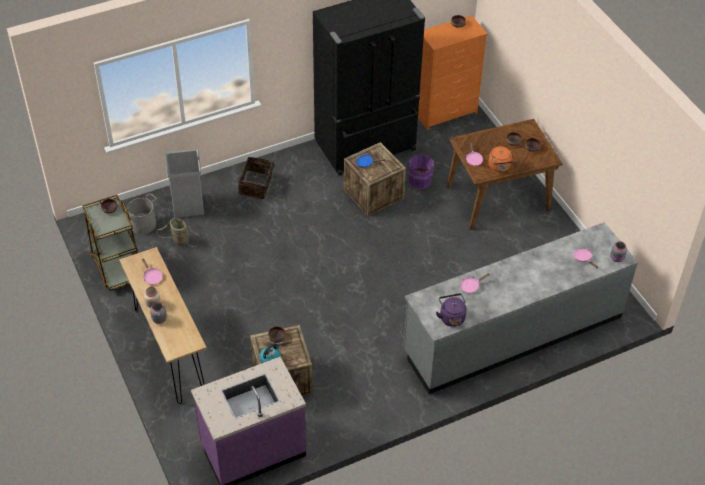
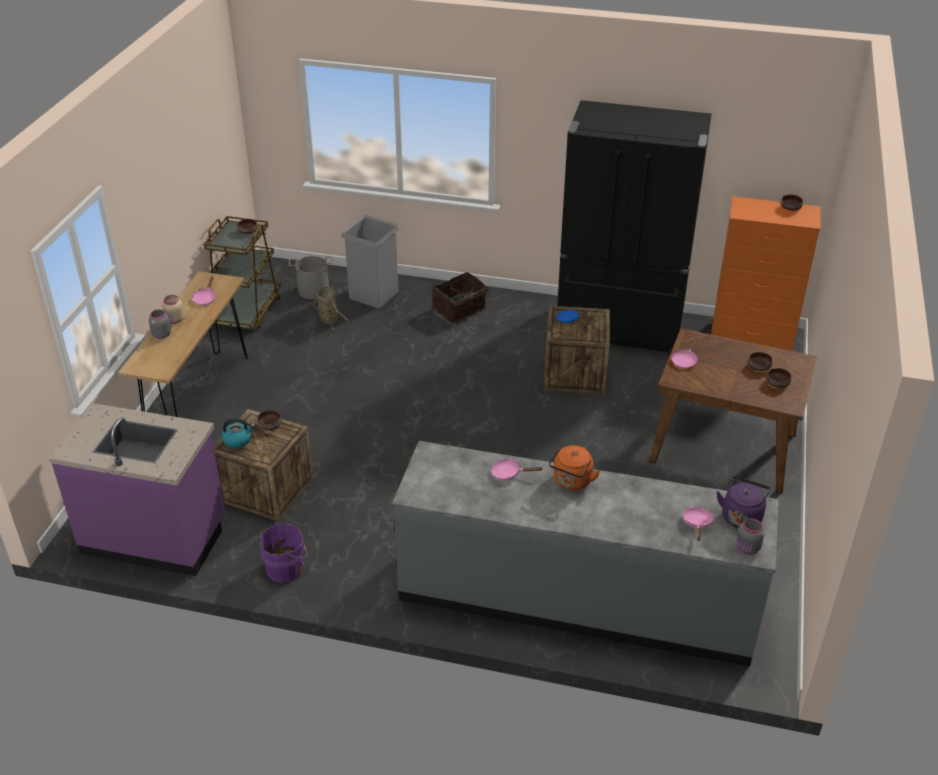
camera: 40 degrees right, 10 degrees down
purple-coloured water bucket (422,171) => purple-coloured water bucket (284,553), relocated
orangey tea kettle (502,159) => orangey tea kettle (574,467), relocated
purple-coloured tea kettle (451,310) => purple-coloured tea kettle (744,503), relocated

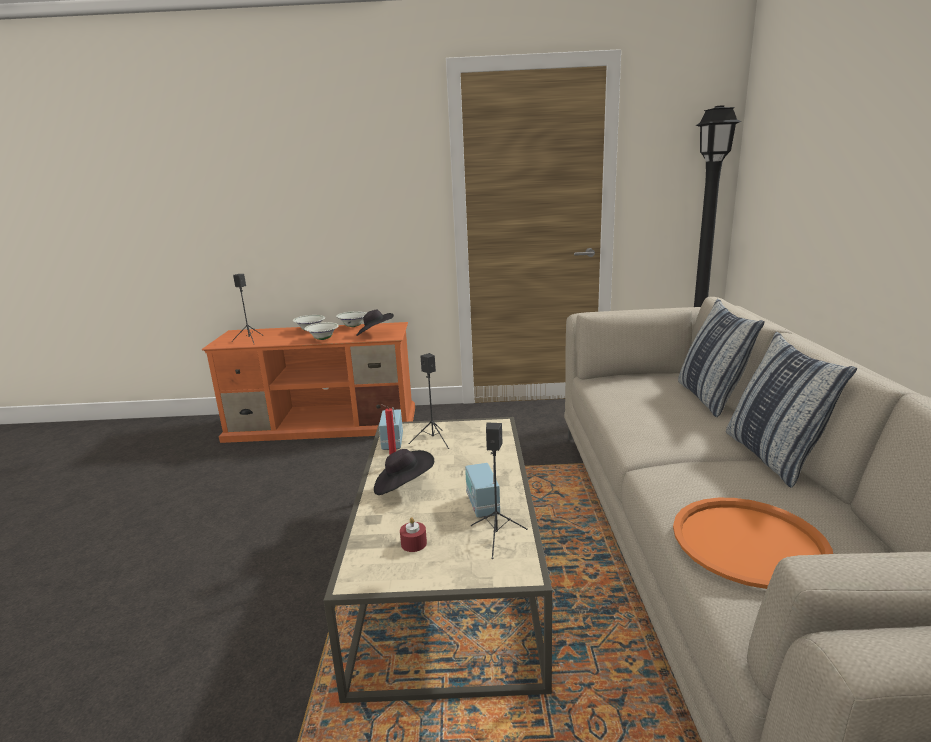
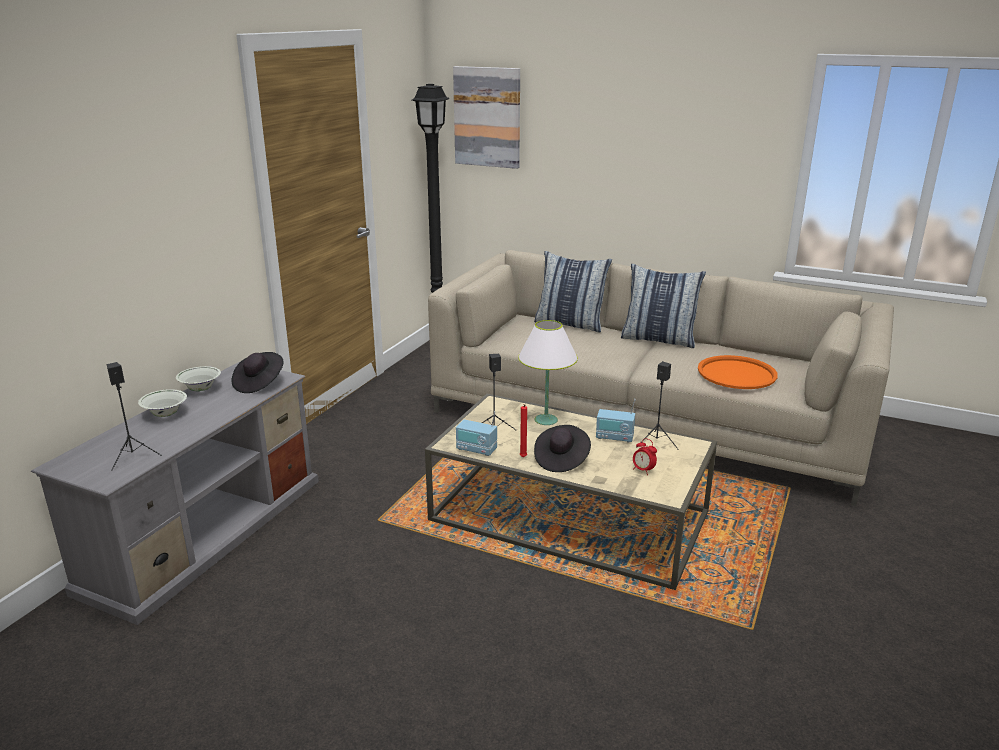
camera: 65 degrees left, 5 degrees up
orangey media console (308,382) => greyish media console (175,493)
nothing => wall picture (486,117)
nothing => white-coloured tabletop lamp (548,372)
red wax candle (413,534) => table clock (645,456)
white-coloured serving bowl (321,331) => nothing

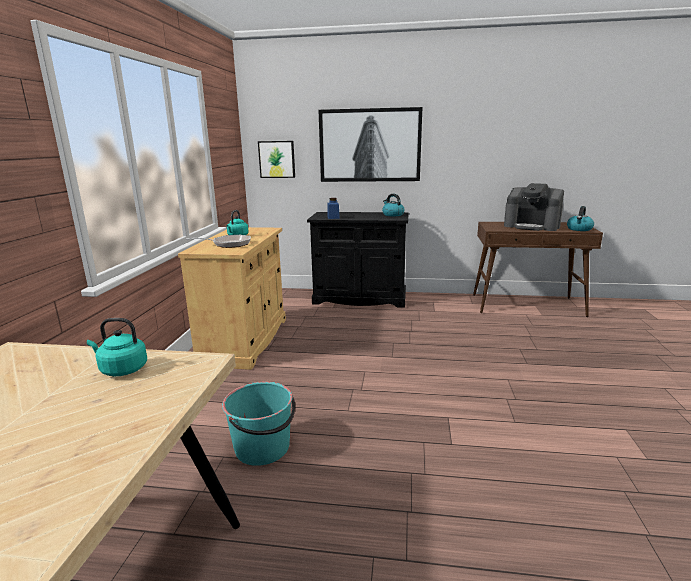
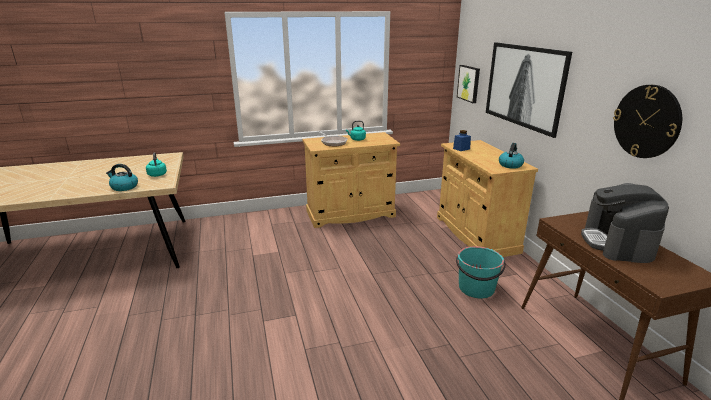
camera: 65 degrees right, 5 degrees up
tea kettle (580,218) => tea kettle (122,177), relocated
black cupboard (357,260) => sand-coloured cupboard (487,198)
turquoise-coloured water bucket (258,424) => turquoise-coloured water bucket (481,272), relocated
nothing => clock on the wall (647,121)

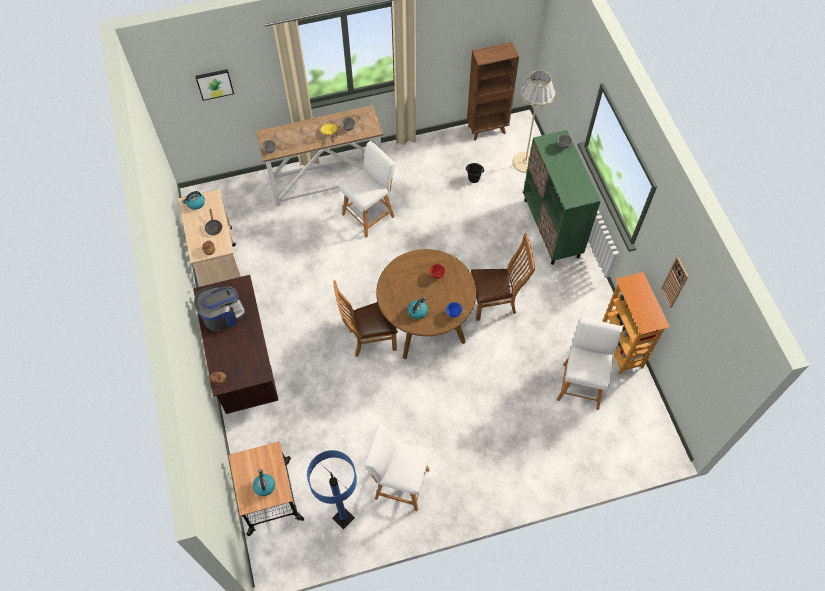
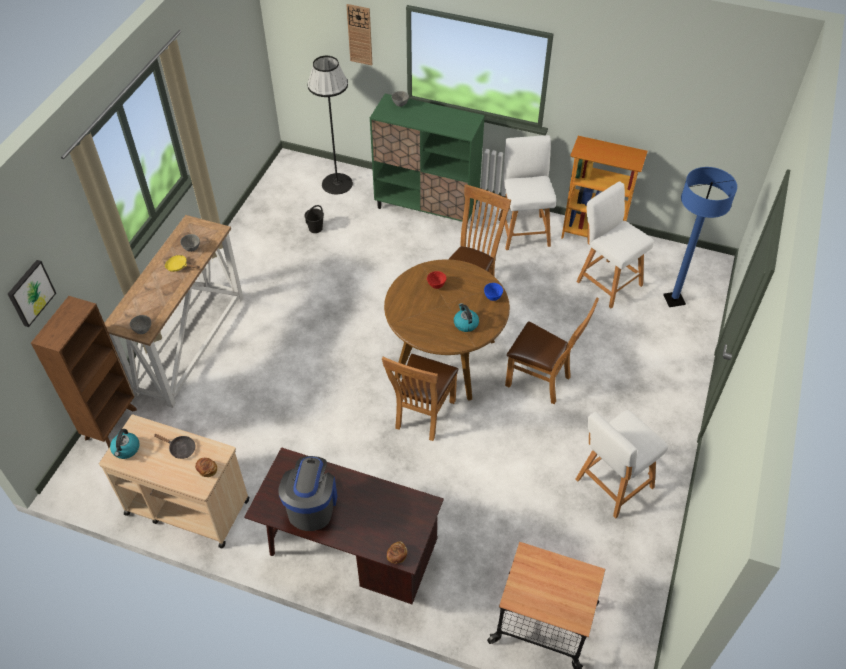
camera: 55 degrees left, 10 degrees down
brownish shelving unit (493,91) => brownish shelving unit (84,372), relocated
sand-coloured standard lamp (533,121) => black standard lamp (330,125)
clock on the wall (675,282) => clock on the wall (359,34), relocated
white-coloured sitting stool (367,189) => white-coloured sitting stool (527,192), relocated
nothing => brownish chair (552,351)
blue standard lamp (332,490) => blue standard lamp (700,237), relocated
tea kettle (264,482) => nothing

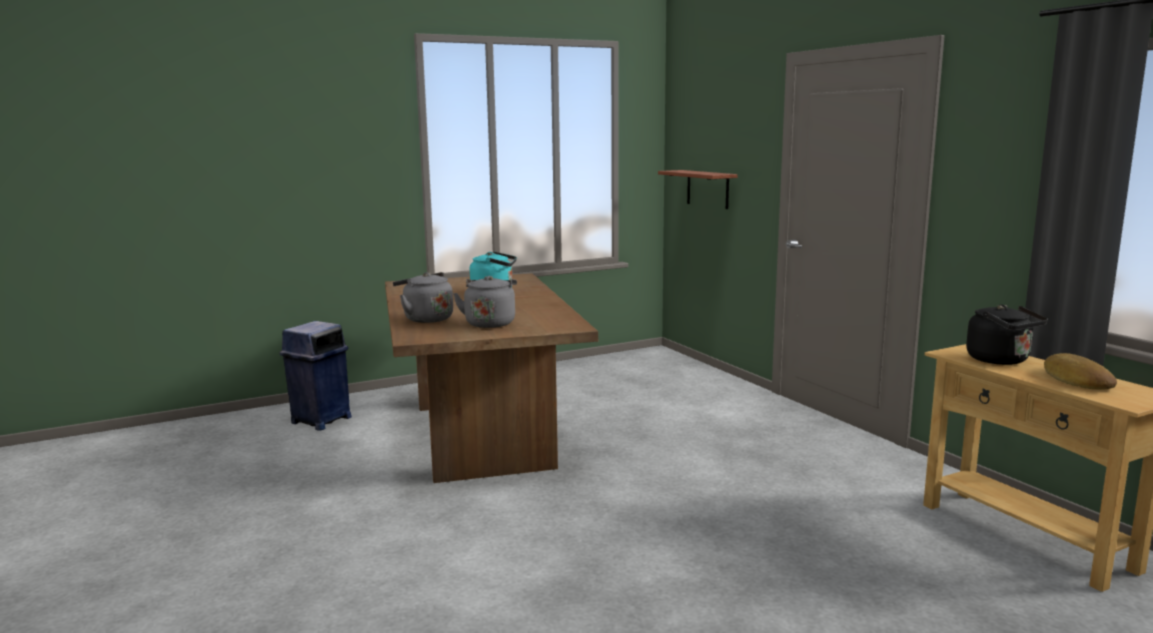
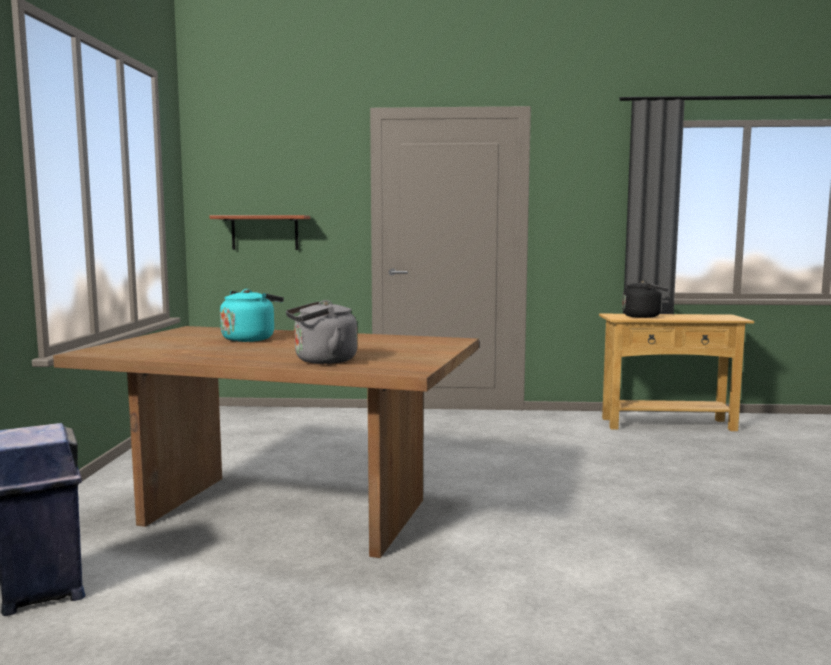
camera: 60 degrees left, 5 degrees down
greyish tea kettle (485,302) => nothing
bakery bread (1080,371) => nothing

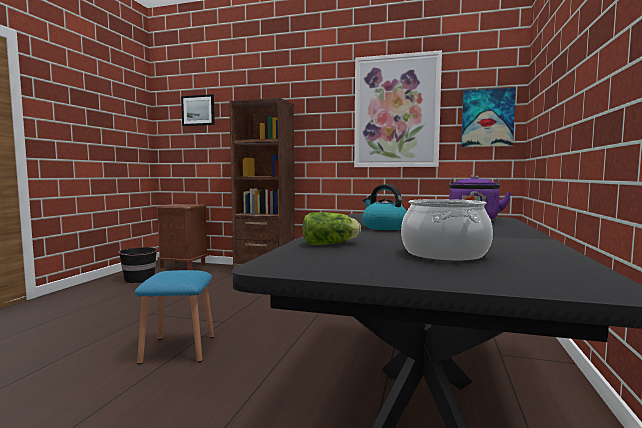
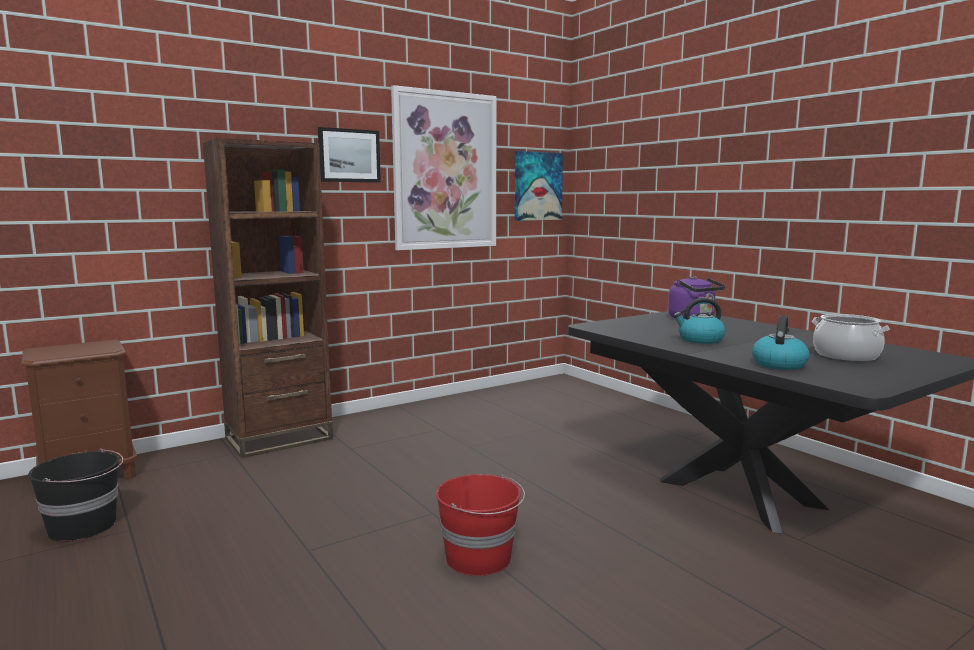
camera: 50 degrees left, 5 degrees up
wall picture (198,110) => wall picture (349,155), relocated
blue sitting stool (174,317) => red water bucket (480,525)
head of lettuce (332,228) => tea kettle (780,342)

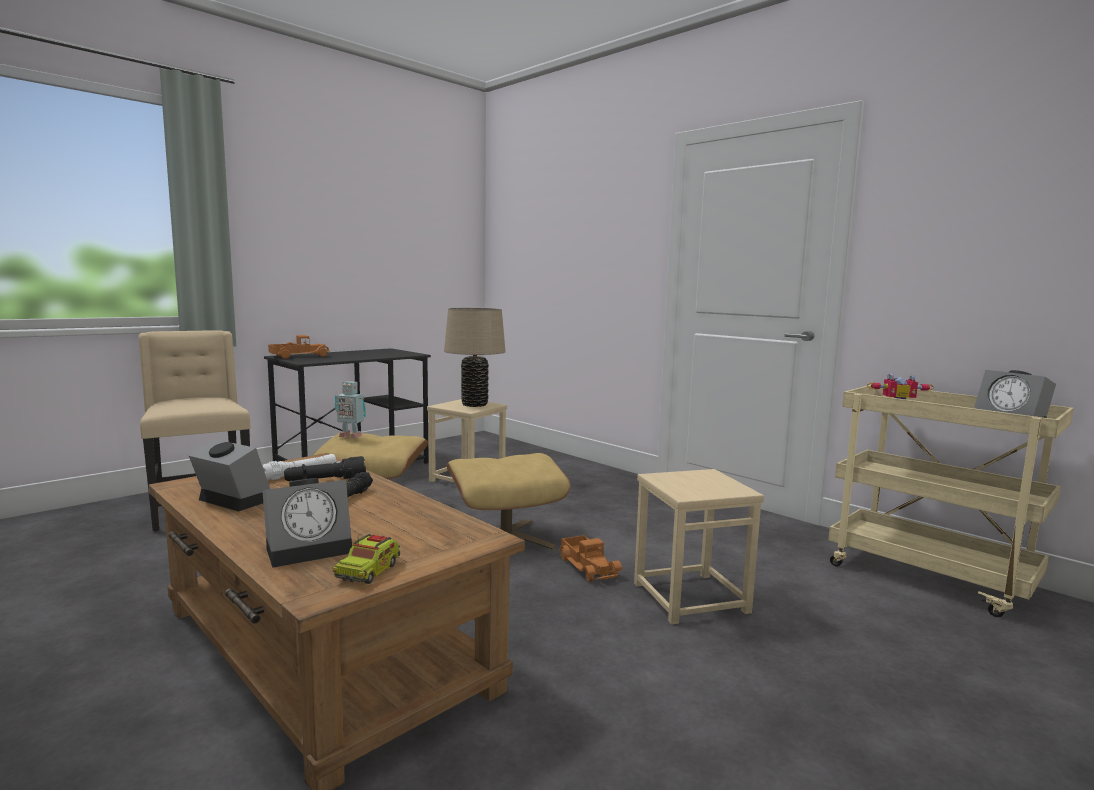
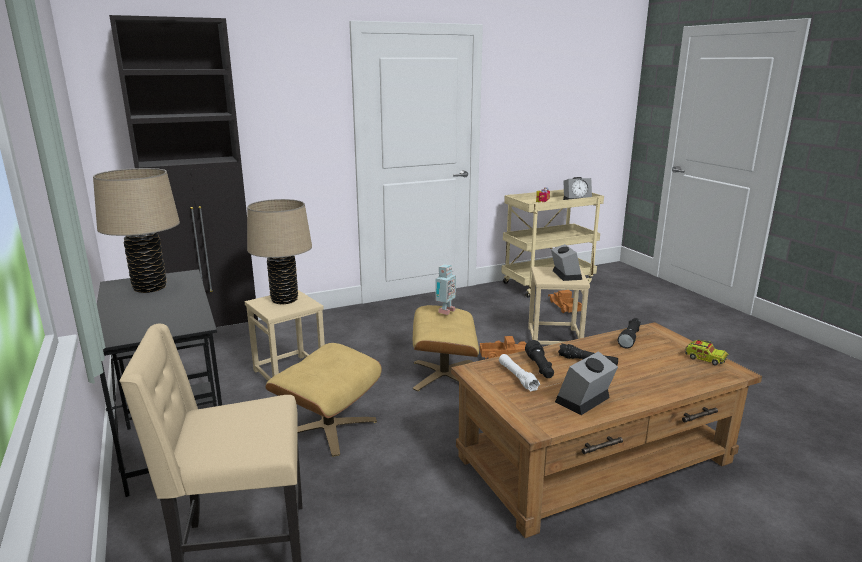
camera: 70 degrees left, 10 degrees up
nothing => sand-coloured tabletop lamp (136,230)
nothing => black cupboard (183,176)
toy robot (350,410) => toy robot (445,289), relocated
model truck (299,347) => model truck (565,301), relocated
table clock (307,523) => table clock (566,262), relocated
nothing => black torch (629,333)

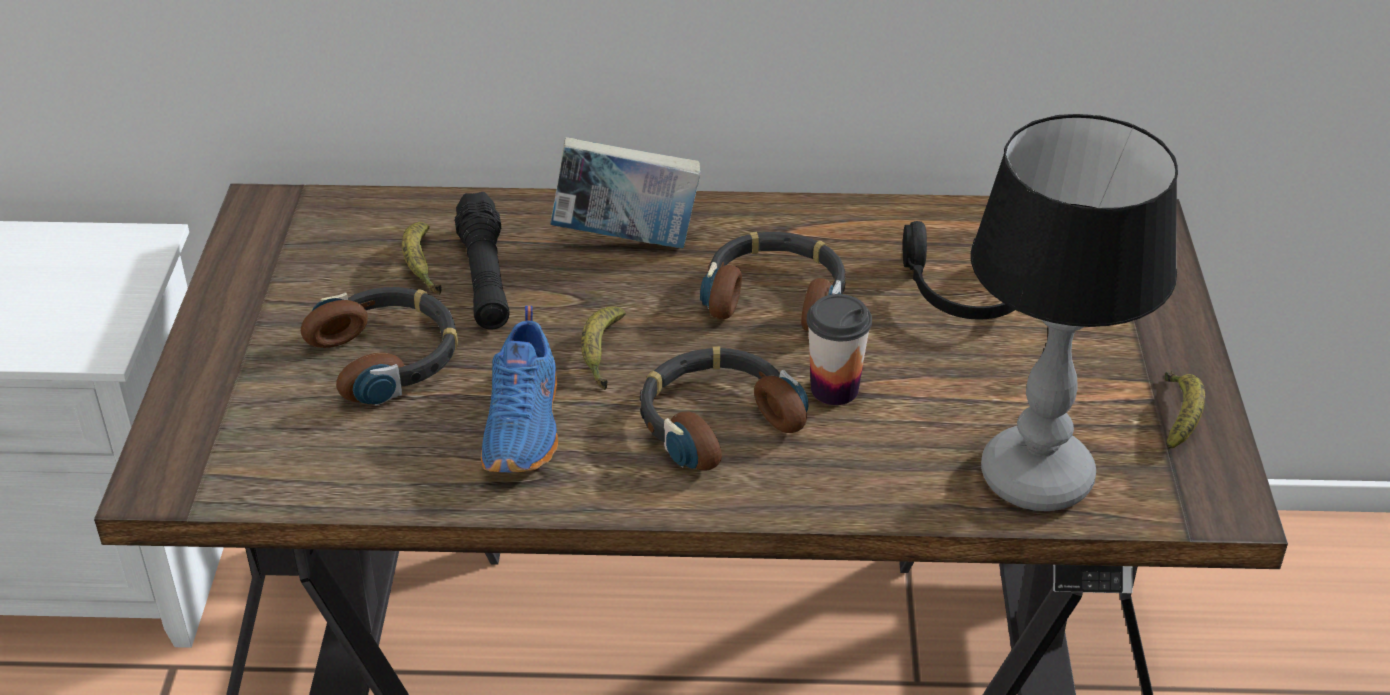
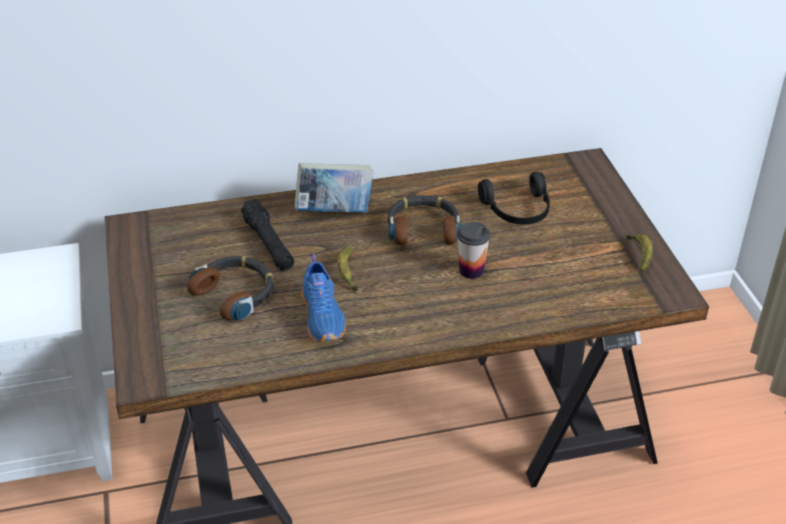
camera: 15 degrees left, 0 degrees up
whole banana (422,258) => nothing
headphones (724,408) => nothing
tabletop lamp (1074,312) => nothing

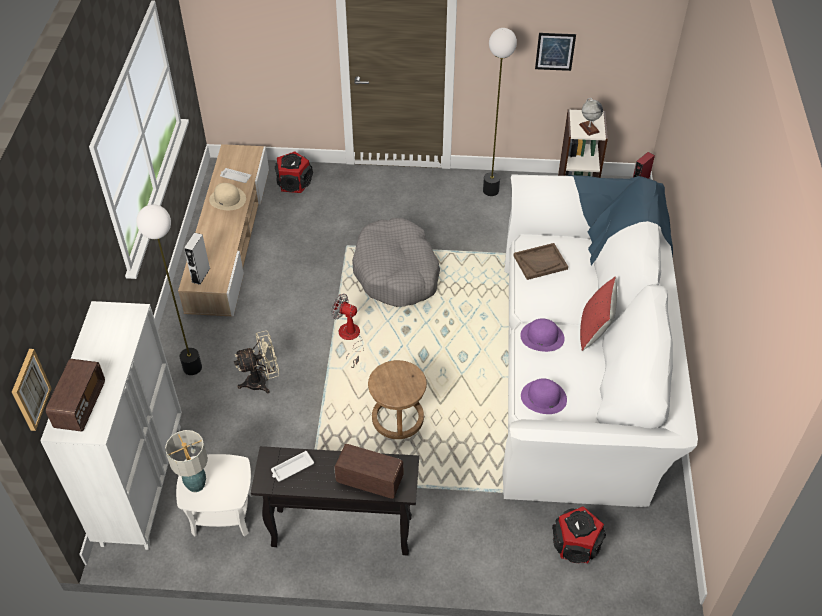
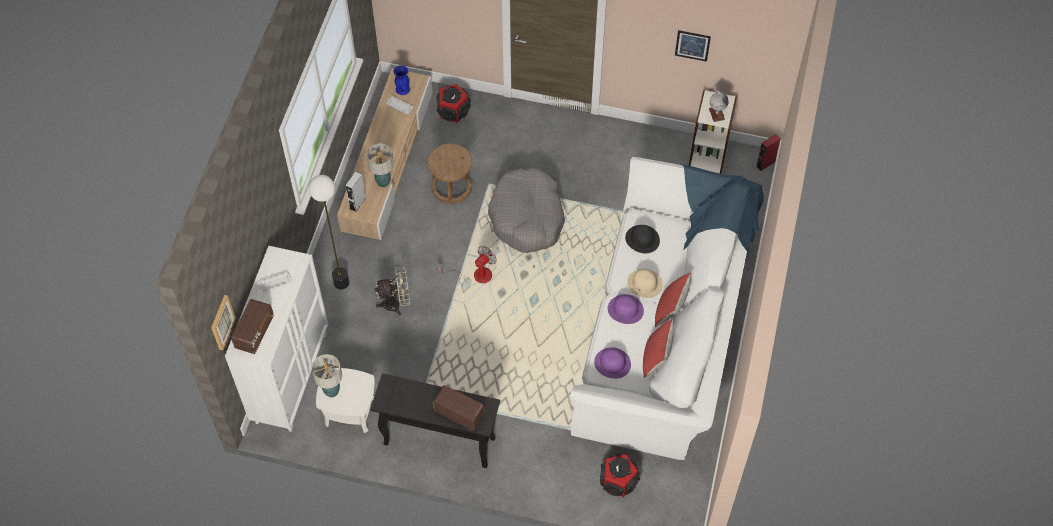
camera: 10 degrees right, 10 degrees up
white-coloured serving tray (292,466) => white-coloured serving tray (275,281), relocated
nothing => tabletop lamp (380,165)
nothing => blue flower vase (402,80)
brownish sitting stool (397,399) => brownish sitting stool (450,174), relocated
electric fan (347,331) => electric fan (467,265), 90 degrees clockwise
brownish serving tray (540,261) => black hat (642,239)
sand-coloured hat (227,196) => sand-coloured hat (645,283), relocated
nothing => red pillow (658,348)
standard lamp (500,112) => nothing

